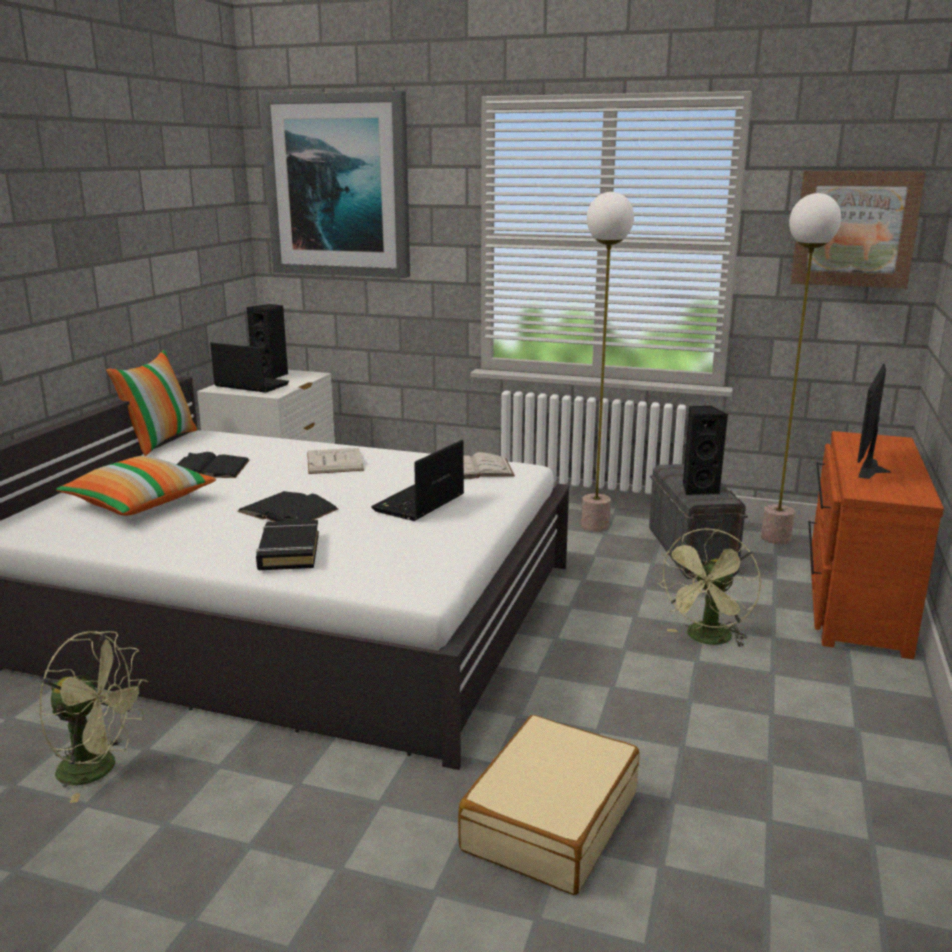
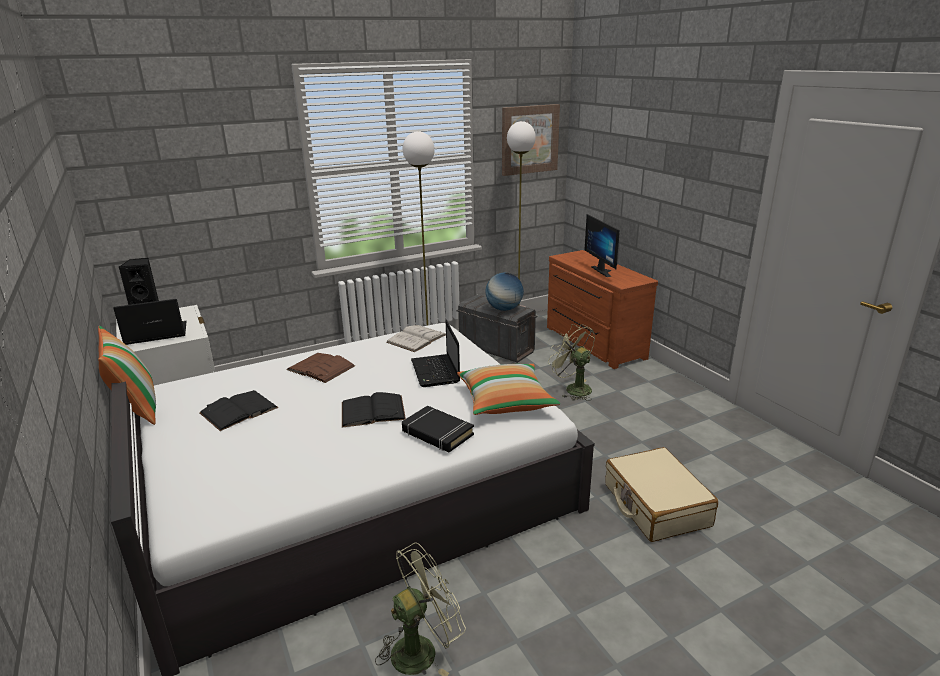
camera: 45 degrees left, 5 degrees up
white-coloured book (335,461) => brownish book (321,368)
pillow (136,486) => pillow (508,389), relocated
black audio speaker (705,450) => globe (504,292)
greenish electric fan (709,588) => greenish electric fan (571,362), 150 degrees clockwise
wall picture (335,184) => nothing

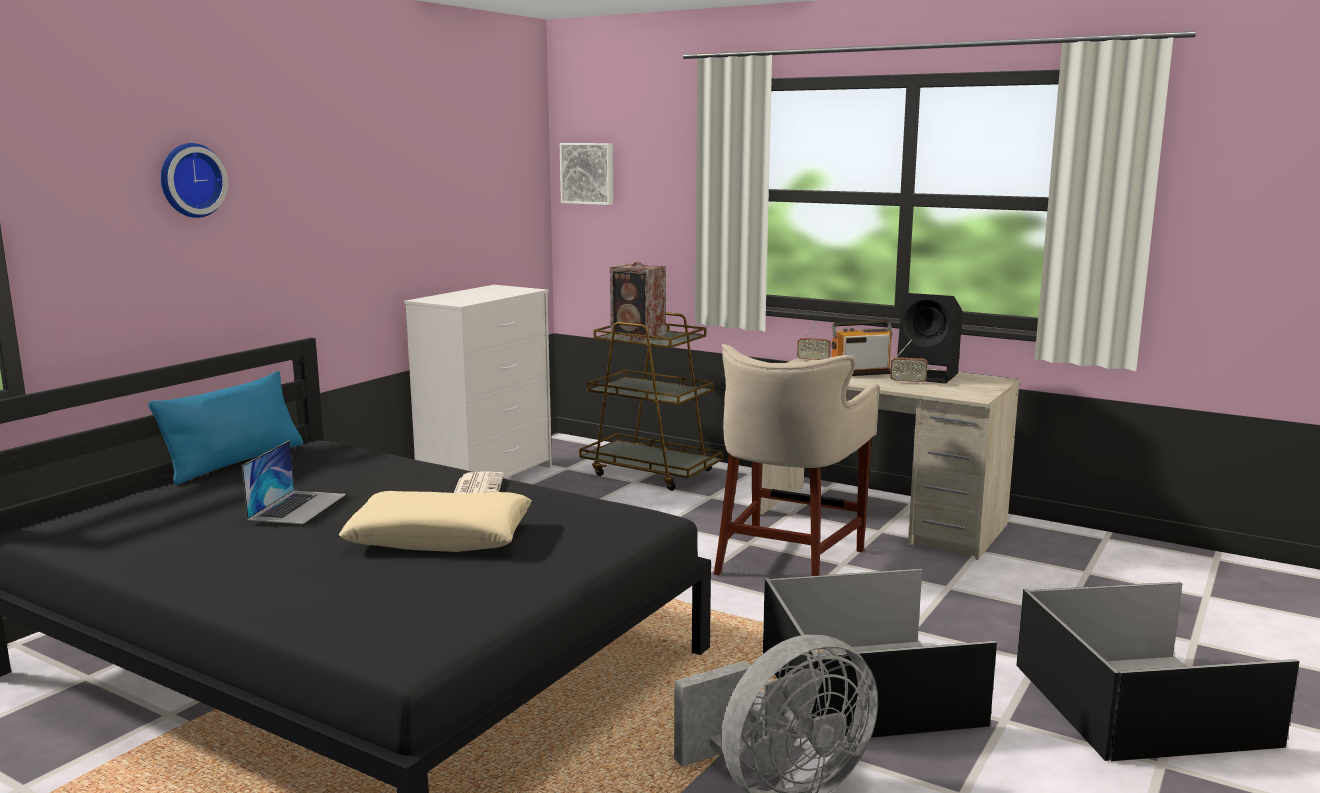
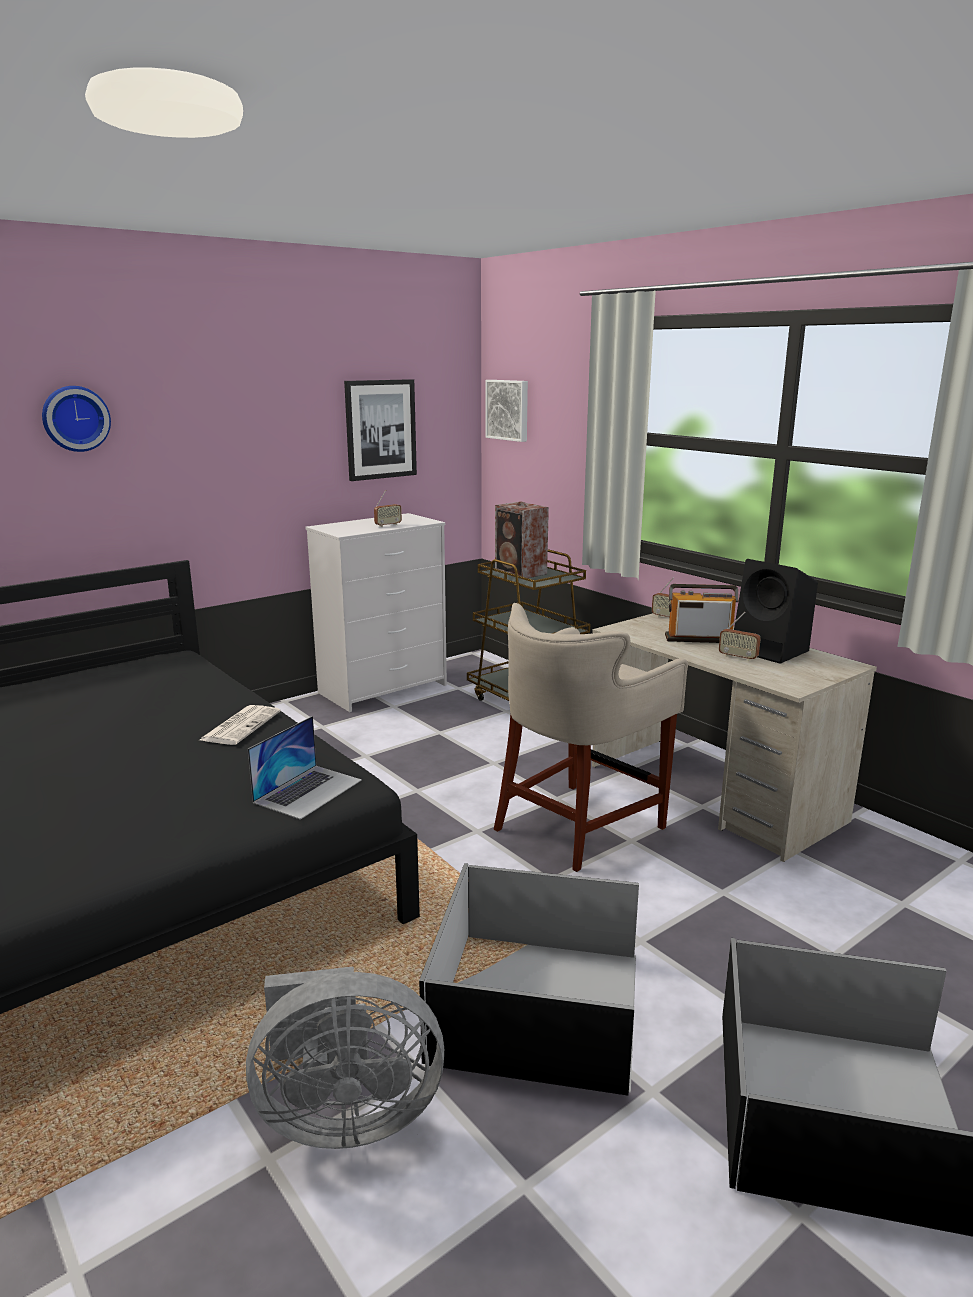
camera: 20 degrees right, 5 degrees up
portable computer (294,482) => portable computer (304,768), relocated
nothing => wall picture (380,430)
nothing => radio receiver (388,508)
blue pillow (225,428) => nothing
sand-coloured pillow (435,521) => nothing

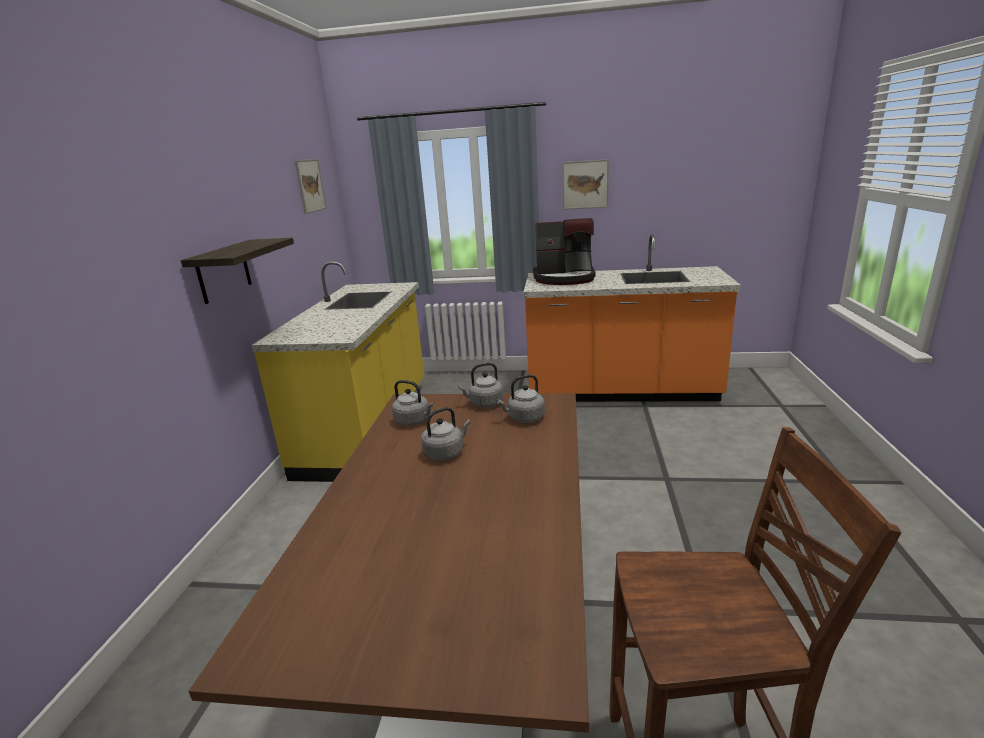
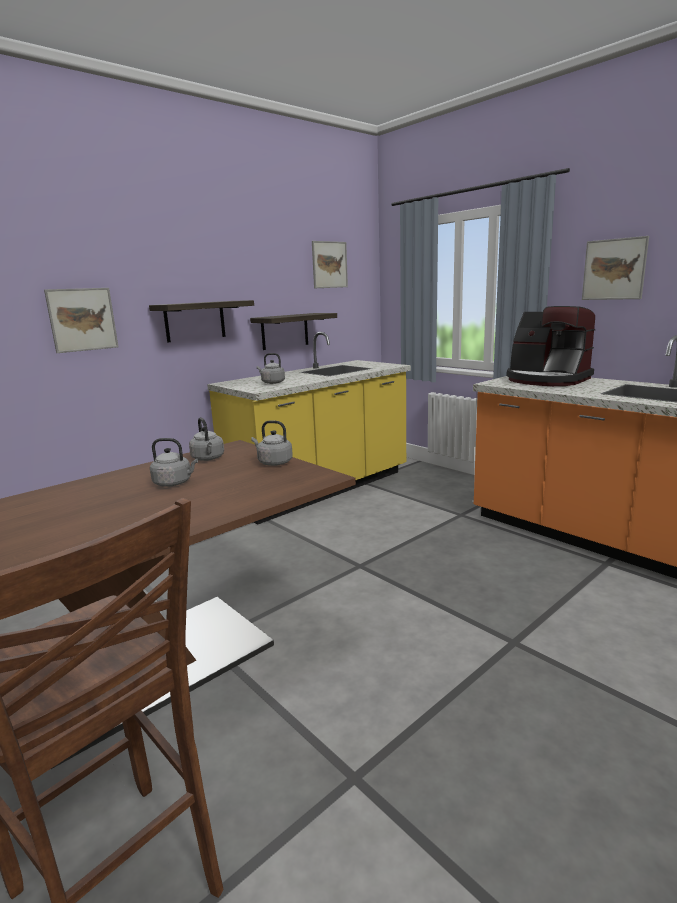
camera: 40 degrees right, 5 degrees down
nothing => wall picture (81,320)
nothing => shelf (293,331)
greyish tea kettle (521,399) => greyish tea kettle (271,368), relocated

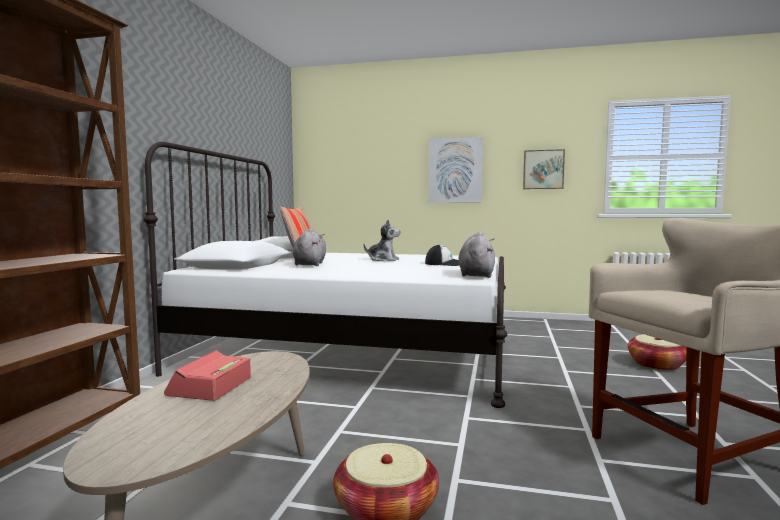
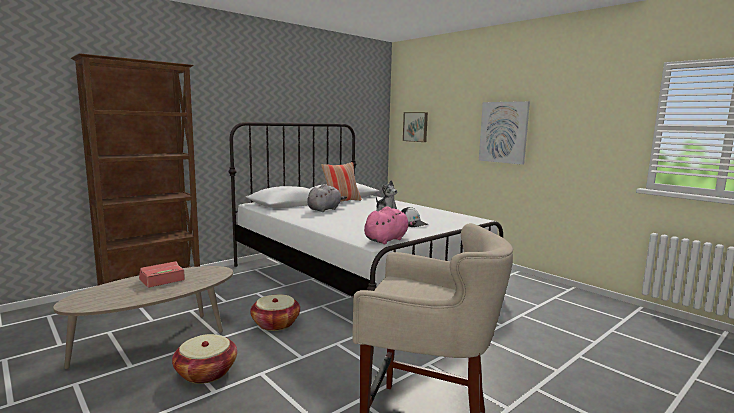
camera: 35 degrees right, 5 degrees up
household basket (657,352) => household basket (275,312), relocated
greyish plush toy (476,255) => pink-coloured plush toy (390,225)
wall picture (544,169) => wall picture (415,127), relocated

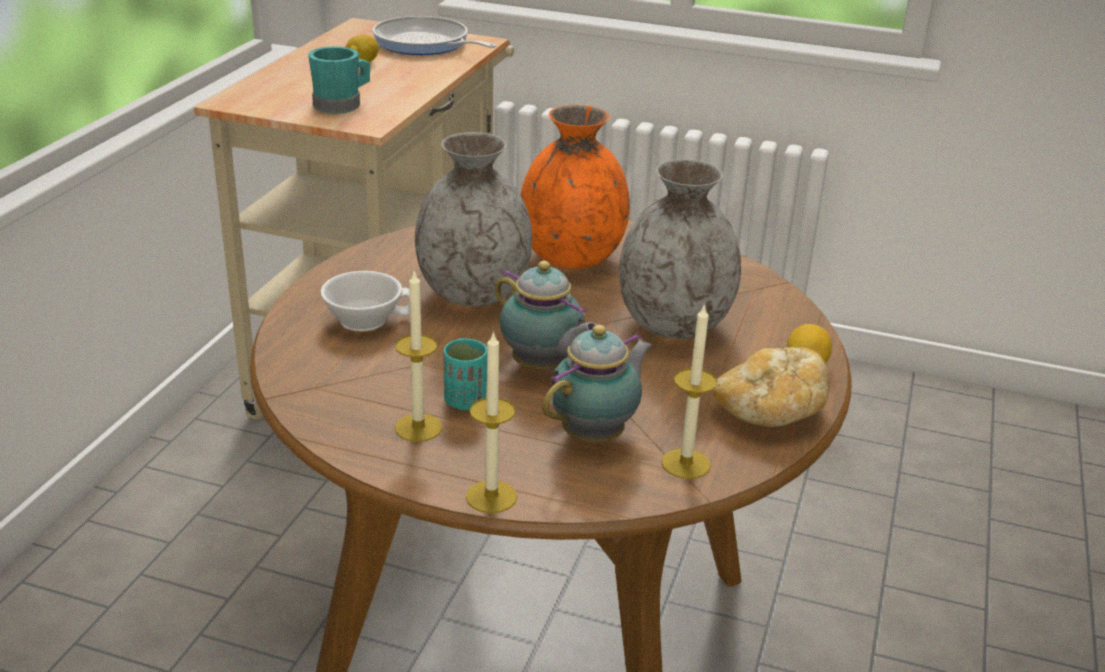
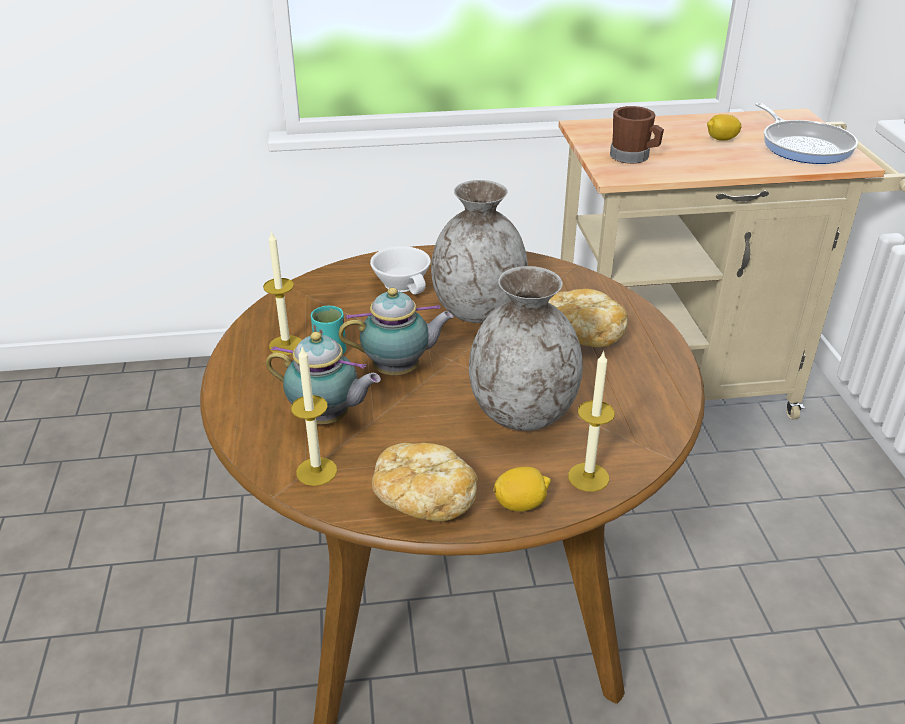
camera: 65 degrees right, 5 degrees up
tea pot (546,315) => tea pot (396,331), 120 degrees counterclockwise
orangey flower vase (575,187) => bakery bread (588,318)
wax candle (491,421) => wax candle (591,421), relocated
turquoise-coloured mug (339,80) => brownish mug (637,135)
skillet (435,35) => skillet (806,133), 150 degrees clockwise

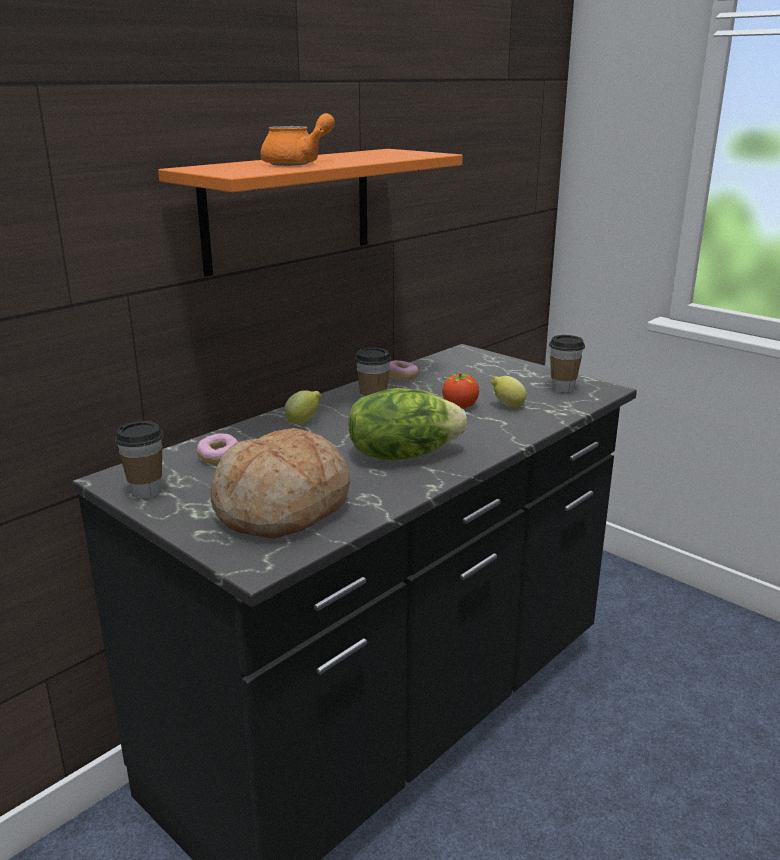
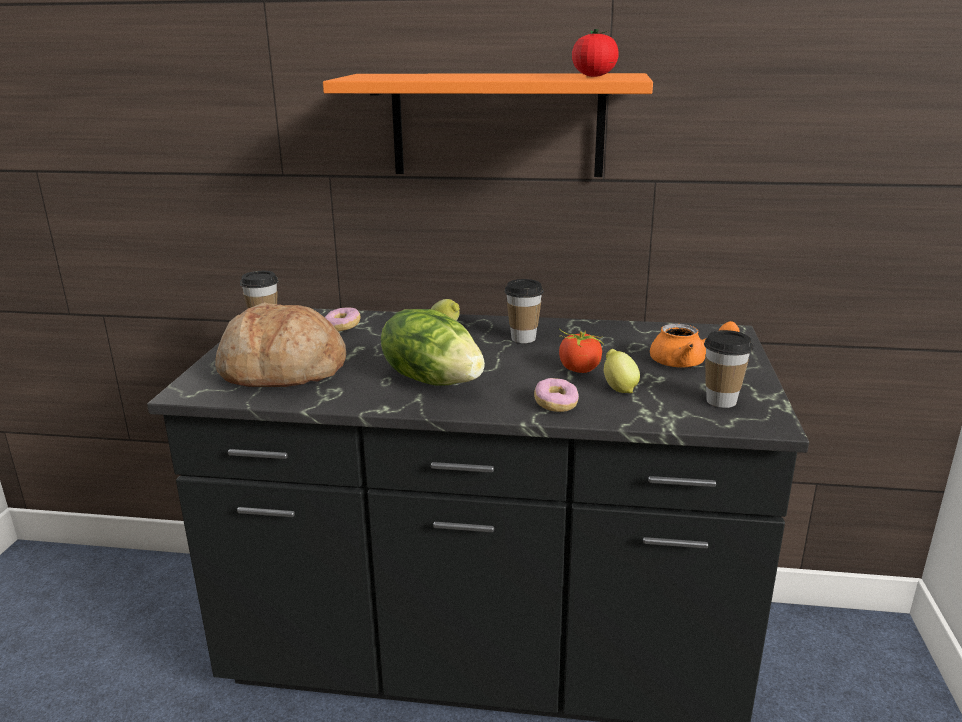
camera: 55 degrees right, 0 degrees up
donut (403,370) => donut (556,395), relocated
nothing => whole tomato (595,53)
orangey tea pot (297,139) => orangey tea pot (695,344), relocated

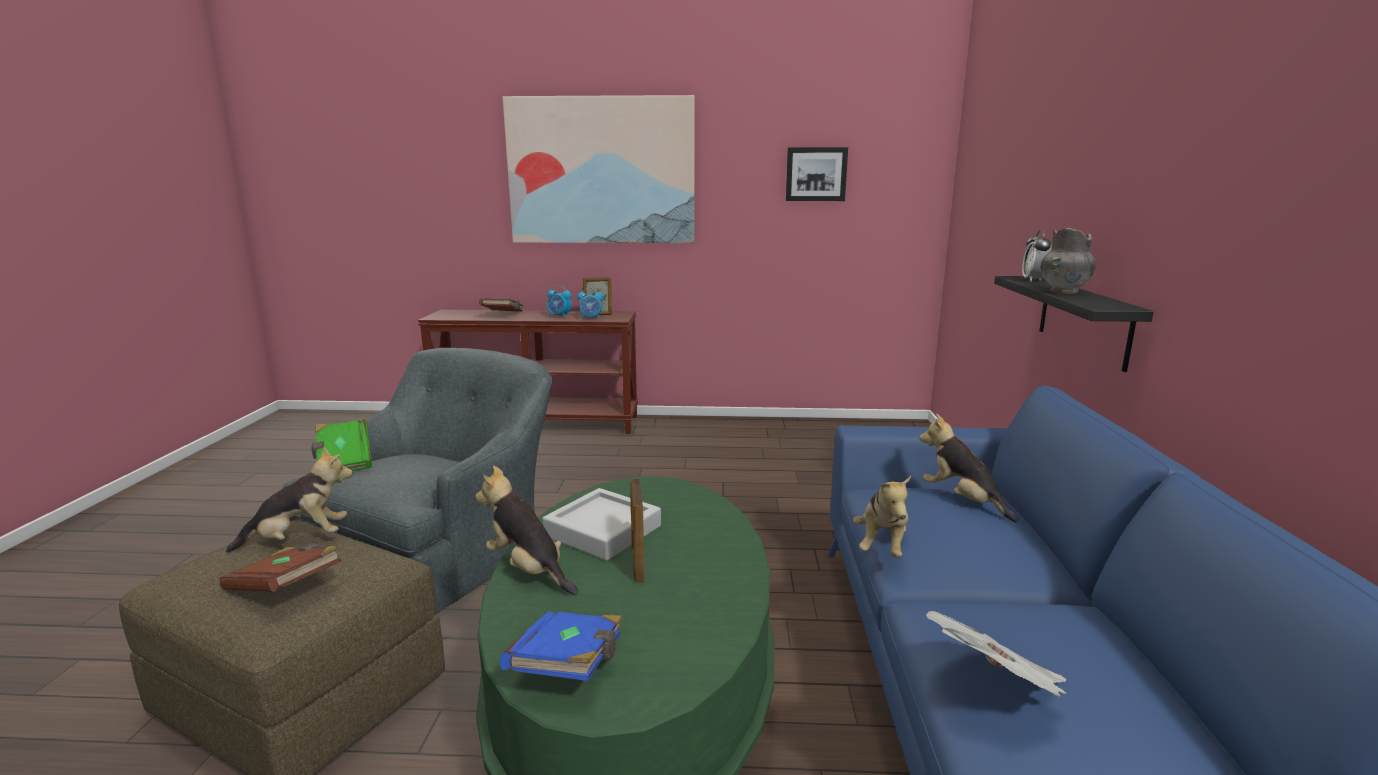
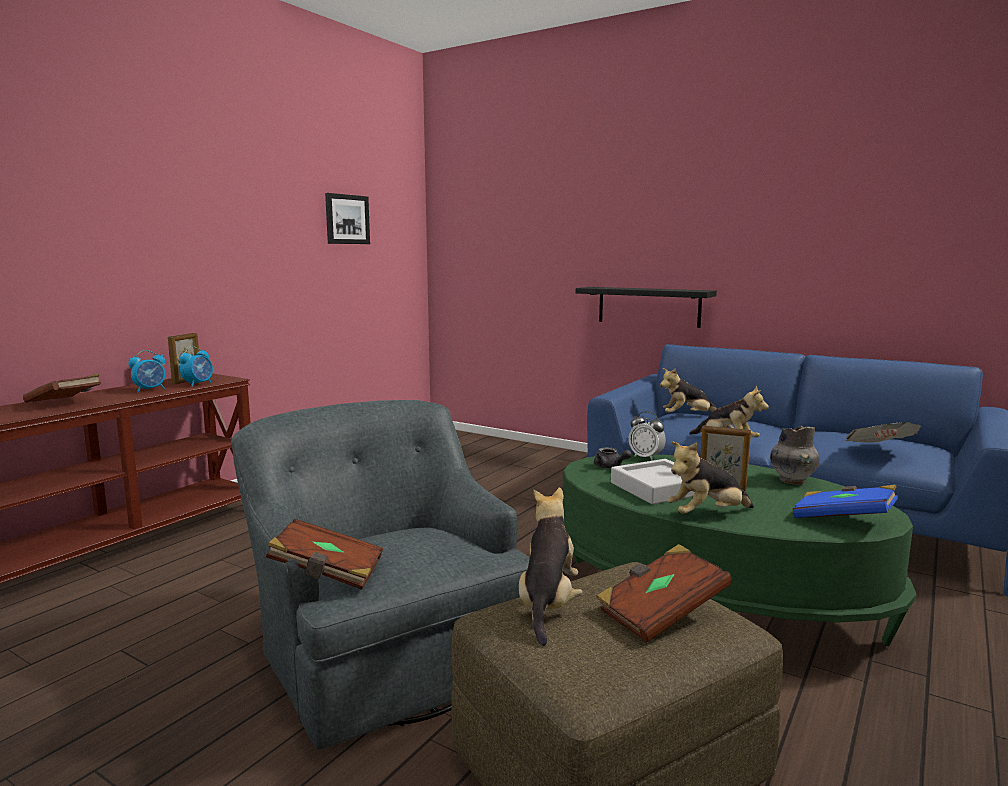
camera: 60 degrees left, 5 degrees down
greenish book (341,445) => brownish book (324,554)
nothing => greyish tea pot (613,458)
table clock (1037,255) => table clock (647,436), relocated
greyish flower vase (1068,261) => greyish flower vase (795,455), relocated
wall picture (599,169) => nothing

